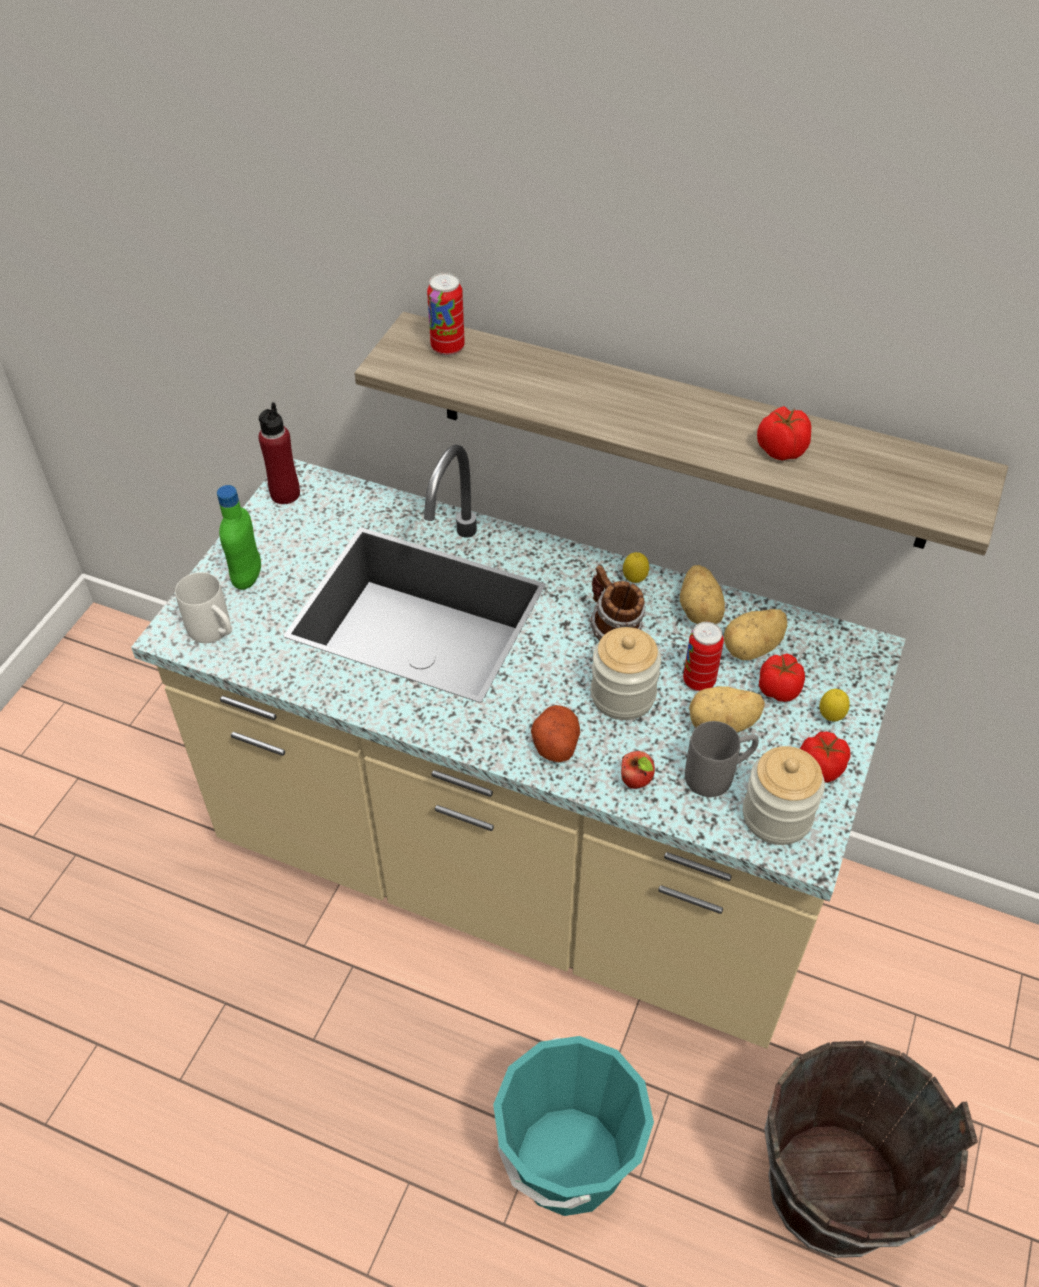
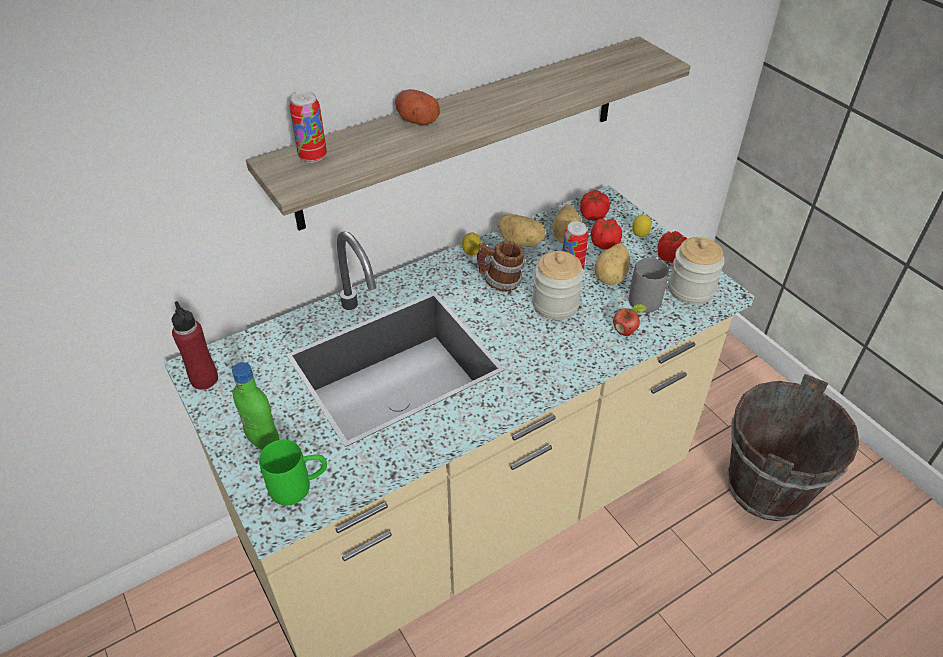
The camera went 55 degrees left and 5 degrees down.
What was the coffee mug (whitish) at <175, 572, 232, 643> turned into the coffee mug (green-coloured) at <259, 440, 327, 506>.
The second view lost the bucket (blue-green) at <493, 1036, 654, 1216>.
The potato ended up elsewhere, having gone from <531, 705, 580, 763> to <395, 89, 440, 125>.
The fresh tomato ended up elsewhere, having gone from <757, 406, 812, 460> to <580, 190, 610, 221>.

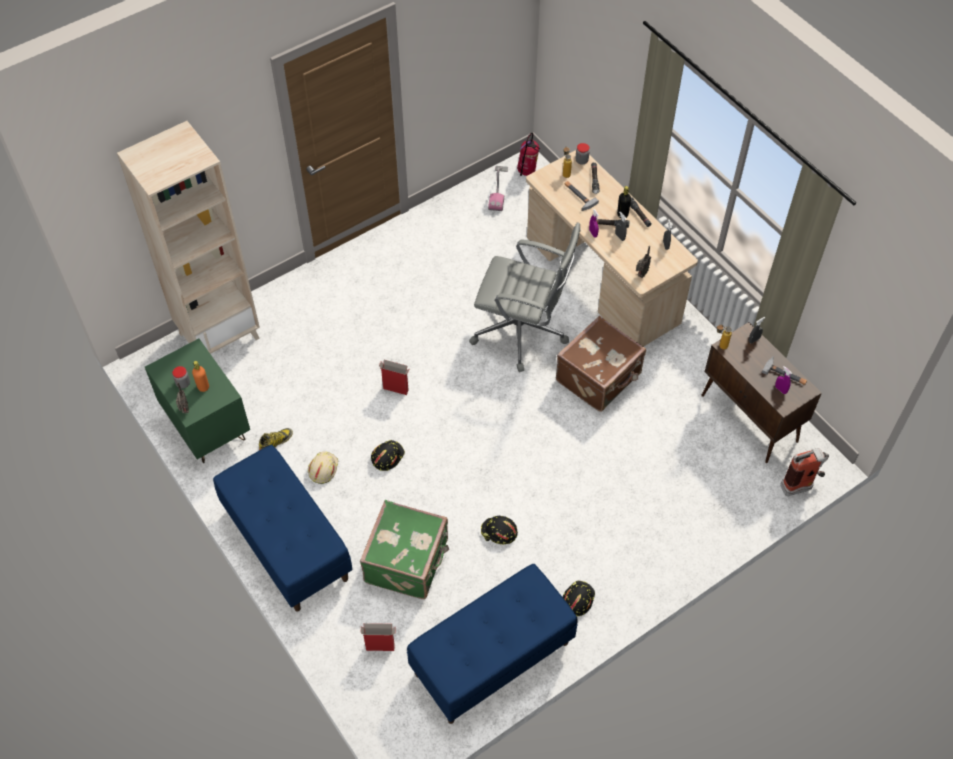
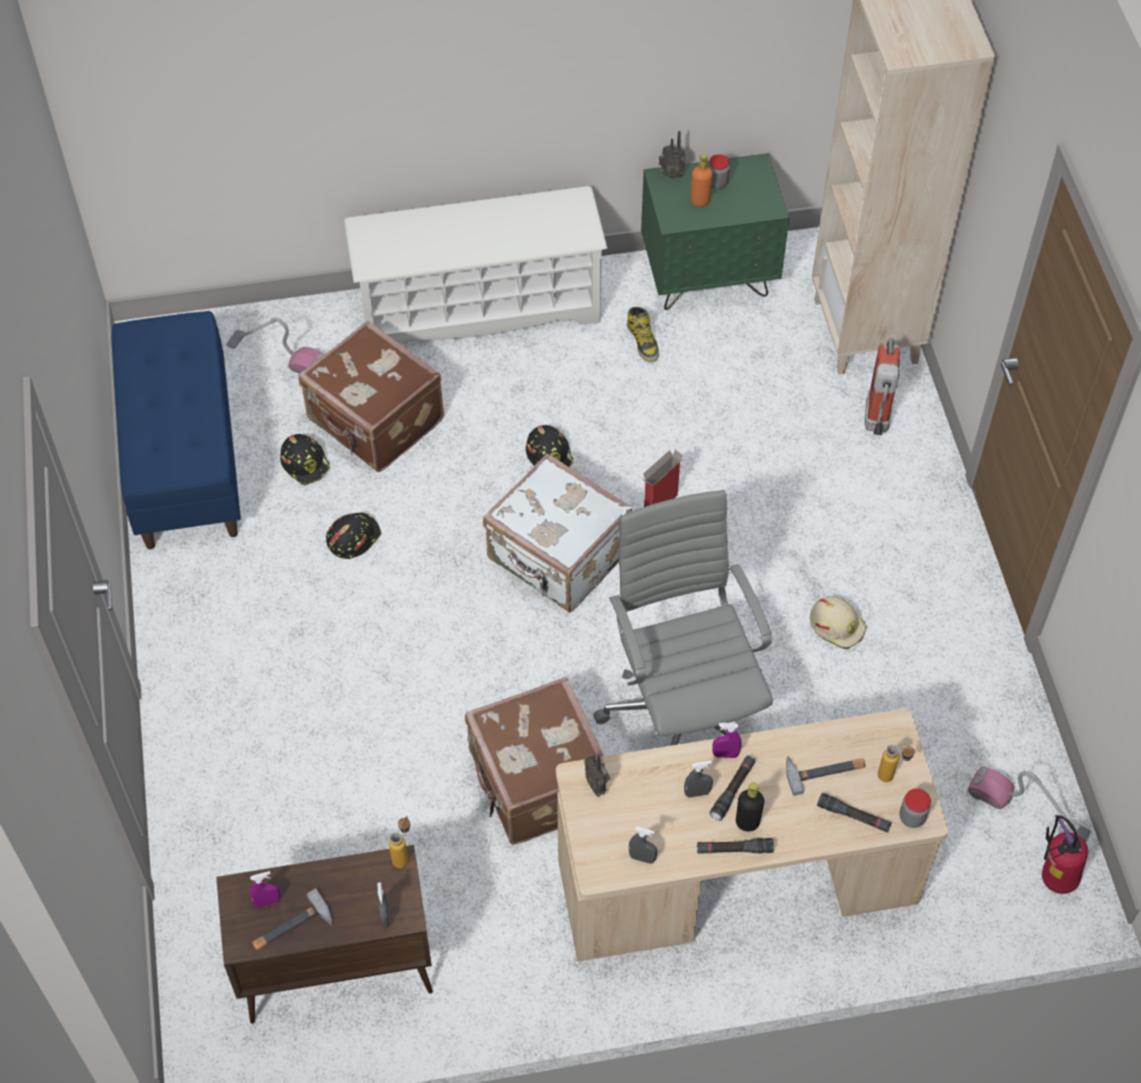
The camera went 115 degrees right and 0 degrees up.
Where the bench (bluish) stood at <213, 445, 352, 612>, the shoe shelf (whitish) came to stand at <344, 186, 608, 344>.
The hard hat (sand-coloured) ended up elsewhere, having gone from <308, 452, 338, 484> to <810, 596, 867, 649>.
What was the suitcase (green-coloured) at <360, 500, 449, 599> turned into the suitcase (brown) at <298, 321, 444, 472>.
Where the packing box stood at <360, 623, 396, 651>, the vacuum cleaner came to stand at <226, 318, 325, 374>.
The desk chair (greyish) at <469, 222, 580, 372> ended up facing another way, 120 degrees clockwise from before.
The hard hat (black-coloured) ended up elsewhere, having gone from <563, 581, 595, 616> to <280, 434, 330, 485>.
The extinguisher ended up elsewhere, having gone from <780, 448, 829, 496> to <864, 338, 900, 435>.
The second view gained the suitcase (whitish) at <483, 453, 632, 612>.

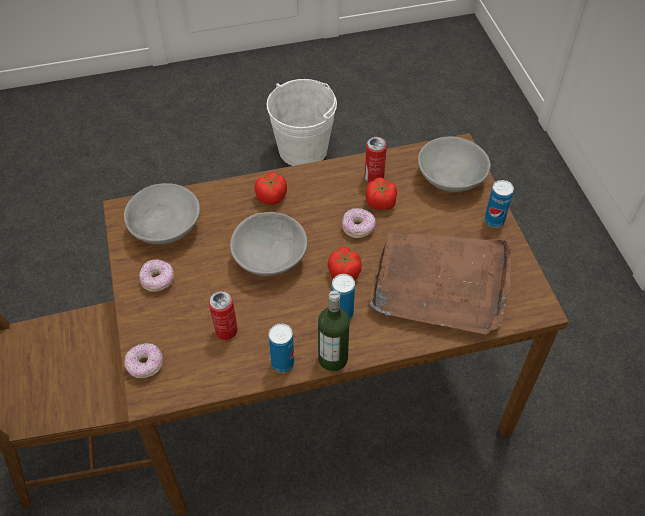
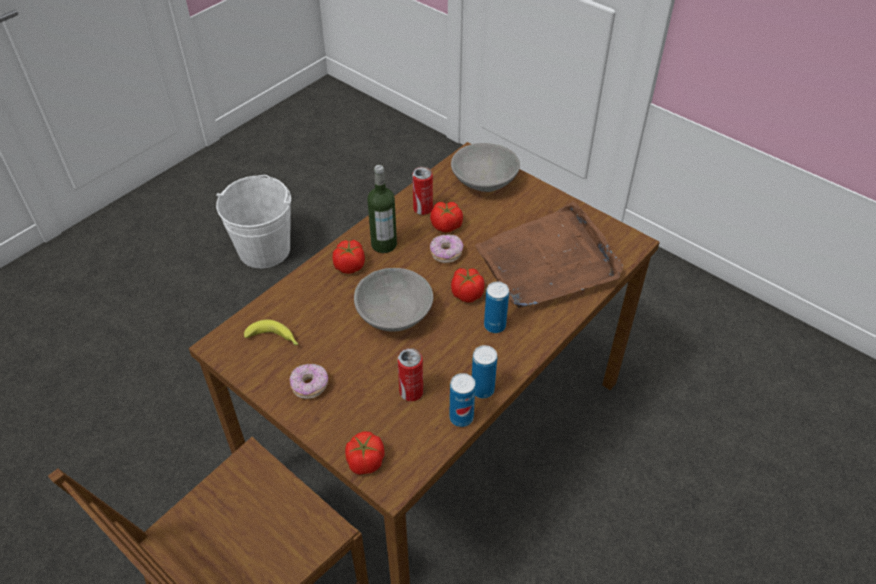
The camera went 35 degrees left and 5 degrees down.
Where the bowl (greyish) stood at <124, 183, 200, 244>, the whole banana came to stand at <244, 320, 299, 346>.
Where the ring doughnut stood at <124, 343, 163, 379>, the fresh tomato came to stand at <345, 431, 385, 475>.
The beverage bottle ended up elsewhere, having gone from <318, 290, 350, 371> to <368, 165, 397, 253>.
The metal can ended up elsewhere, having gone from <484, 180, 514, 228> to <449, 373, 475, 427>.

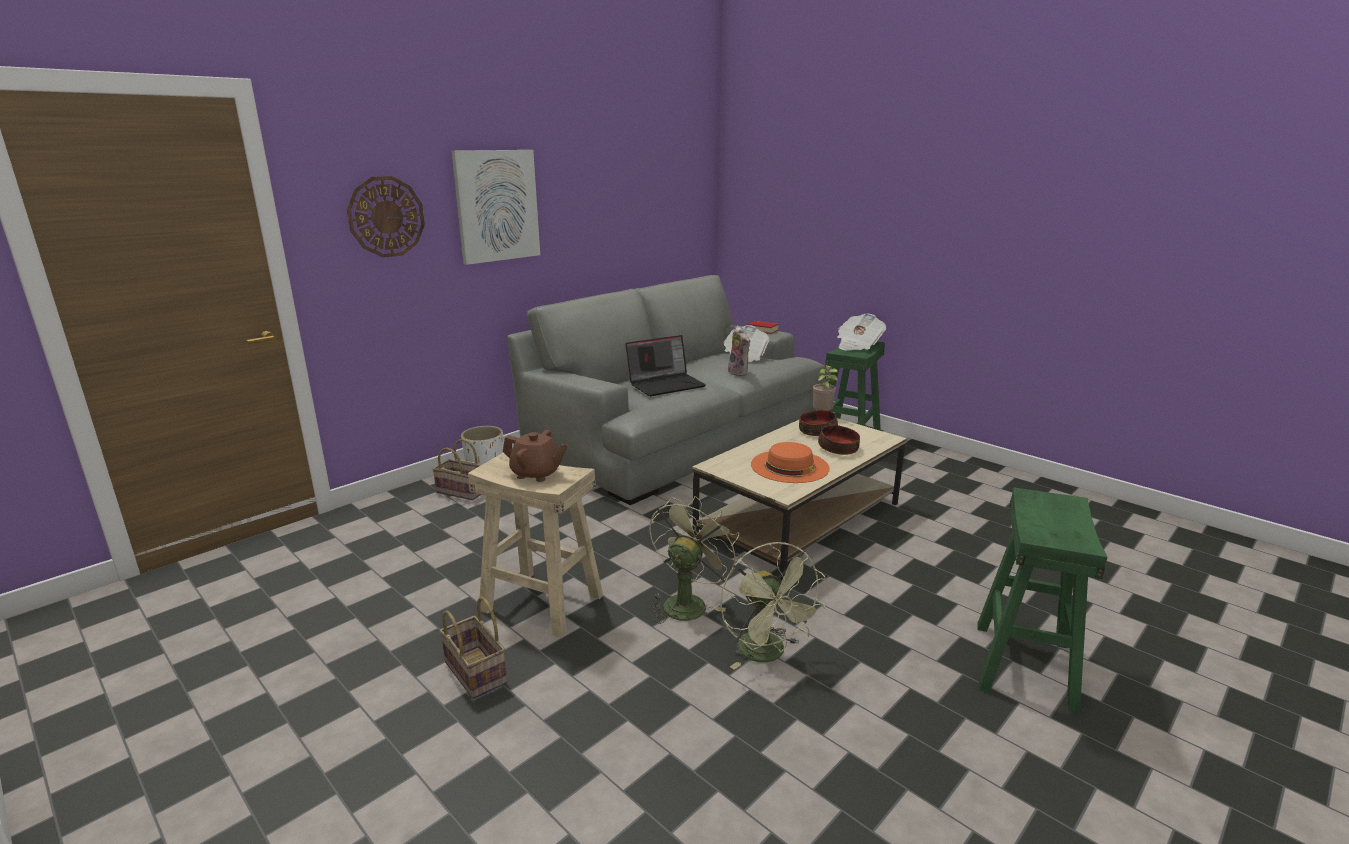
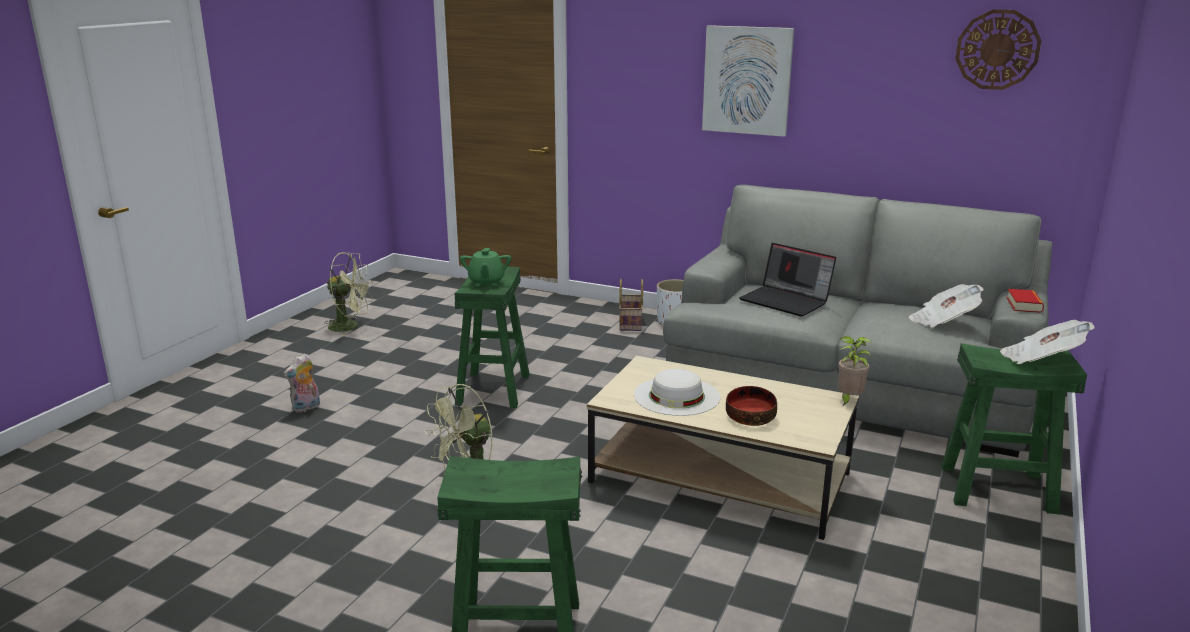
The camera went 70 degrees right and 0 degrees up.
The wall clock ended up elsewhere, having gone from <347, 176, 425, 258> to <955, 10, 1041, 90>.
The second view lost the household basket at <439, 597, 507, 699>.
What was the stool (sand-coloured) at <468, 453, 603, 638> turned into the stool (green-coloured) at <455, 267, 530, 408>.
What was the pot for tea (brown) at <503, 430, 568, 482> turned into the pot for tea (green-coloured) at <460, 248, 511, 286>.
The electric fan (green-coloured) ended up elsewhere, having gone from <648, 496, 741, 624> to <324, 252, 373, 337>.
The soft toy ended up elsewhere, having gone from <728, 326, 750, 376> to <283, 354, 320, 413>.
What was the wearable hat (orange-coloured) at <751, 442, 830, 483> turned into the wearable hat (whitish) at <634, 369, 720, 416>.
The second view lost the bowl at <799, 410, 838, 436>.

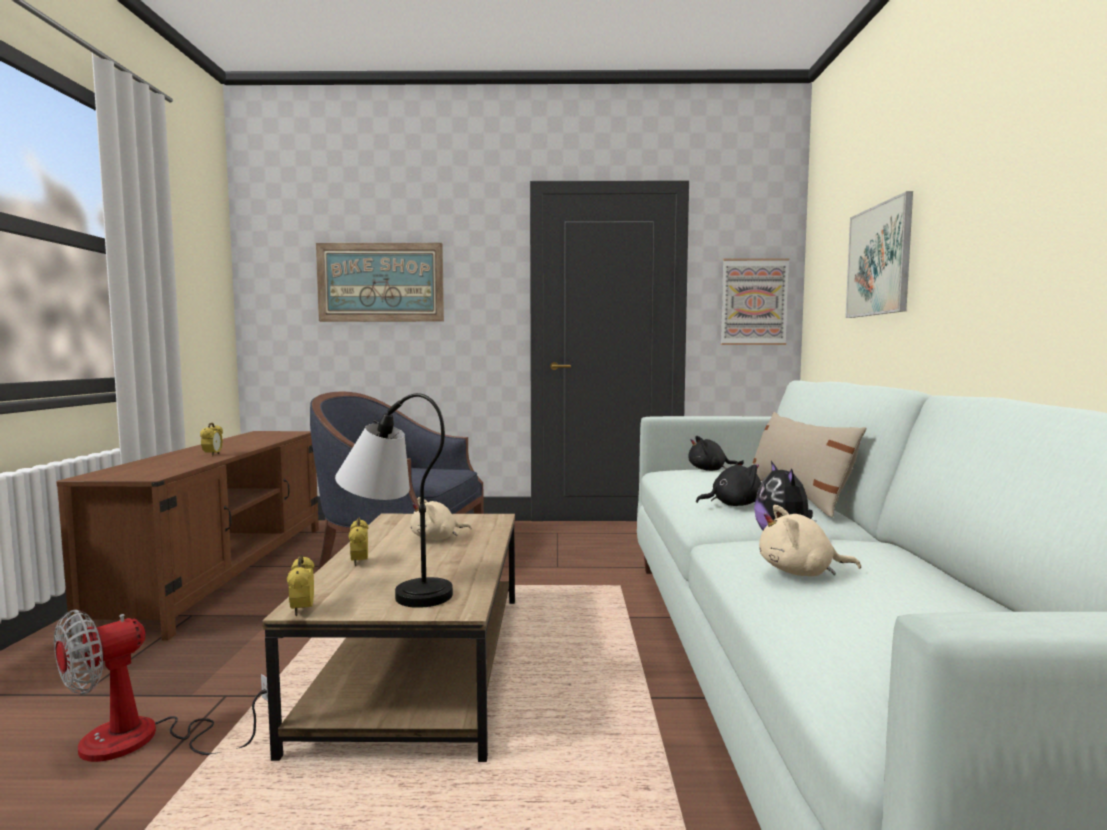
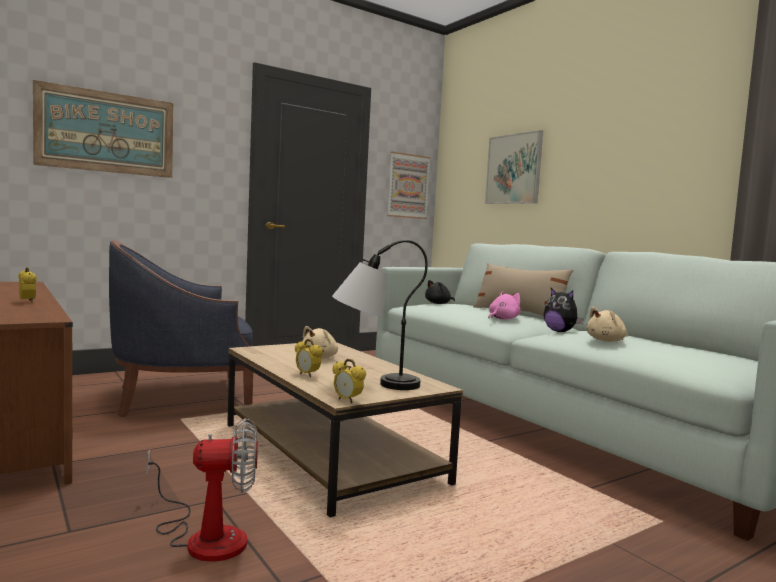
The camera went 35 degrees left and 0 degrees up.
The electric fan at <54, 610, 268, 762> ended up facing another way, 105 degrees counterclockwise from before.
What was the soft toy (black-coloured) at <696, 460, 761, 506> turned into the soft toy (pinkish) at <488, 291, 521, 320>.

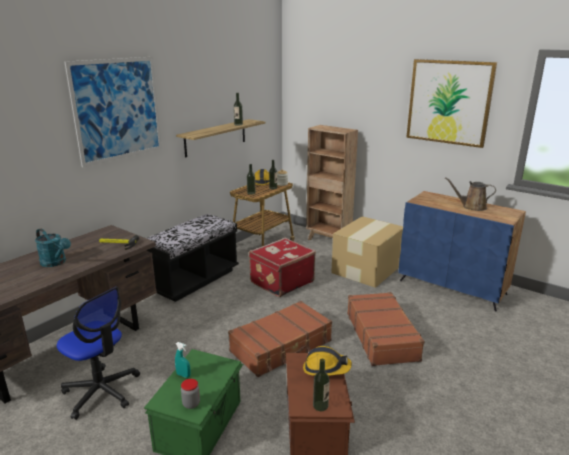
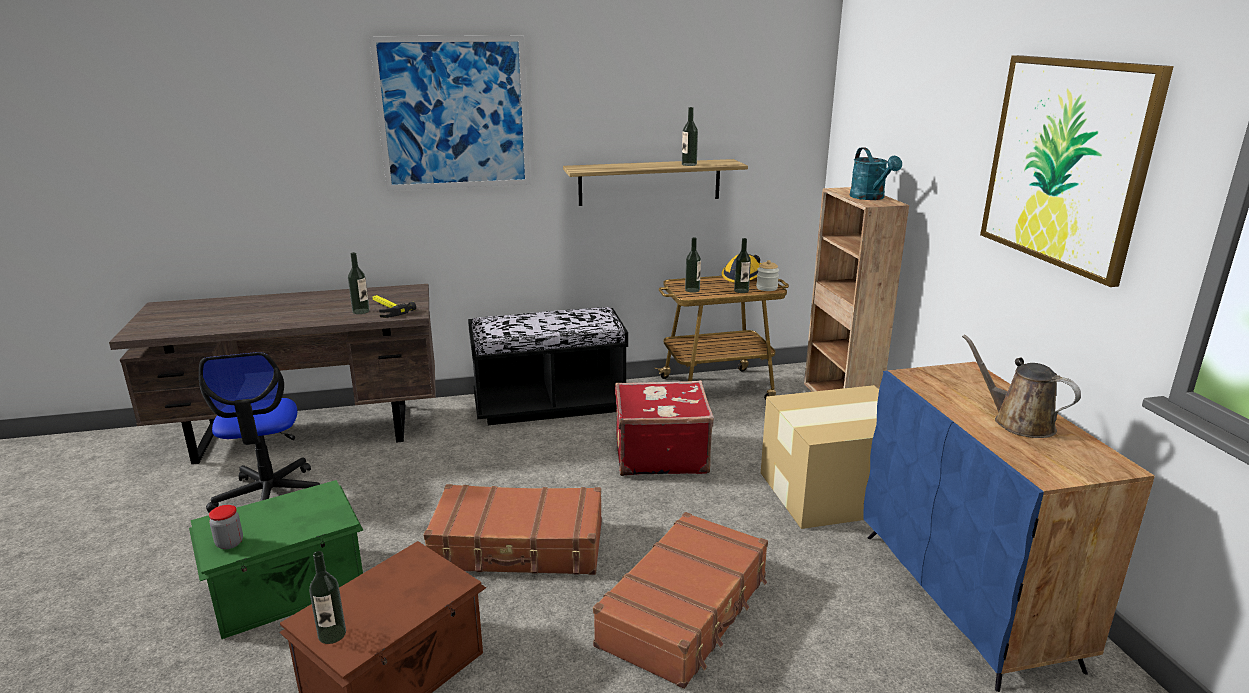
The camera went 40 degrees right and 0 degrees up.
The watering pot (blue-green) ended up elsewhere, having gone from <35, 228, 71, 267> to <850, 147, 902, 200>.
The second view lost the hand sprayer (blue-green) at <175, 342, 190, 378>.
The second view lost the hard hat at <303, 346, 352, 376>.
The second view gained the beverage bottle at <348, 252, 370, 314>.

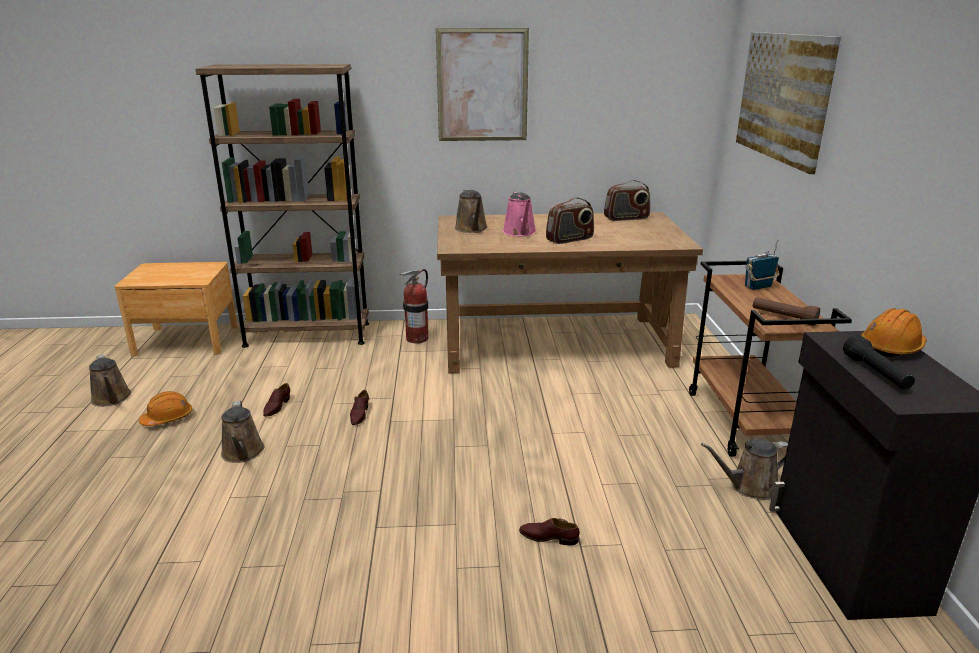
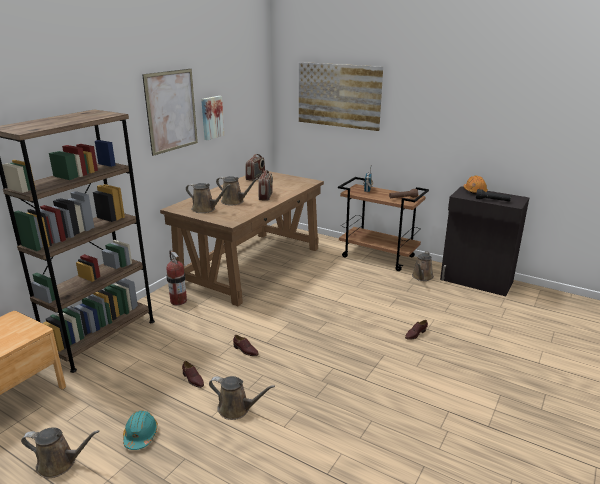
The camera went 55 degrees left and 0 degrees up.
What was the hard hat (orange-coloured) at <139, 391, 192, 426> turned into the hard hat (blue-green) at <123, 410, 158, 450>.
What was the watering pot (pinkish) at <503, 192, 536, 236> turned into the watering pot (brown) at <216, 176, 259, 205>.
The second view gained the picture at <201, 96, 224, 140>.

